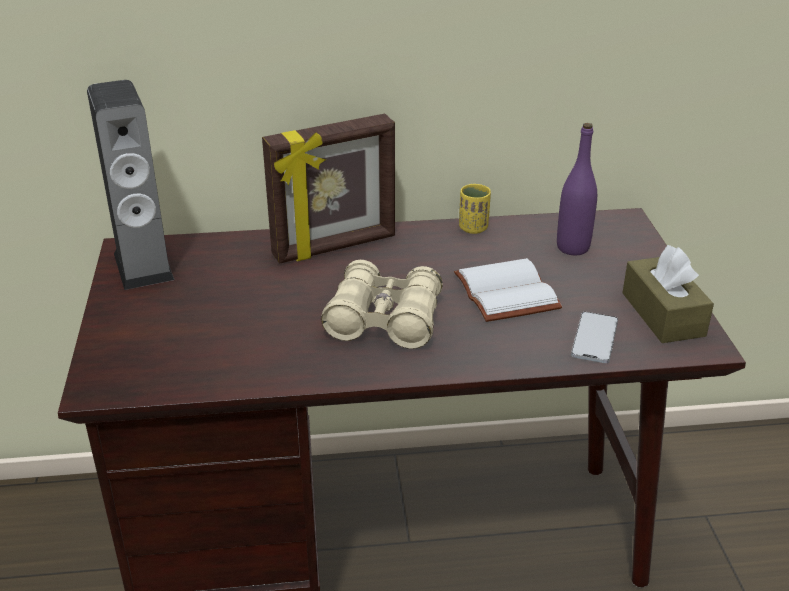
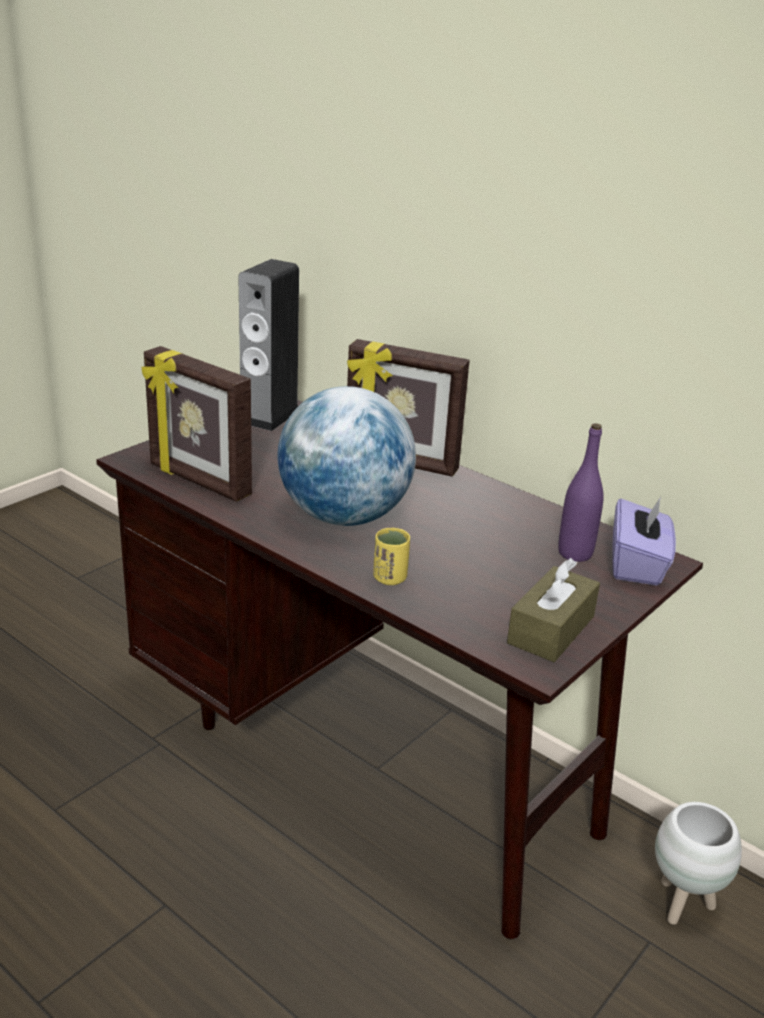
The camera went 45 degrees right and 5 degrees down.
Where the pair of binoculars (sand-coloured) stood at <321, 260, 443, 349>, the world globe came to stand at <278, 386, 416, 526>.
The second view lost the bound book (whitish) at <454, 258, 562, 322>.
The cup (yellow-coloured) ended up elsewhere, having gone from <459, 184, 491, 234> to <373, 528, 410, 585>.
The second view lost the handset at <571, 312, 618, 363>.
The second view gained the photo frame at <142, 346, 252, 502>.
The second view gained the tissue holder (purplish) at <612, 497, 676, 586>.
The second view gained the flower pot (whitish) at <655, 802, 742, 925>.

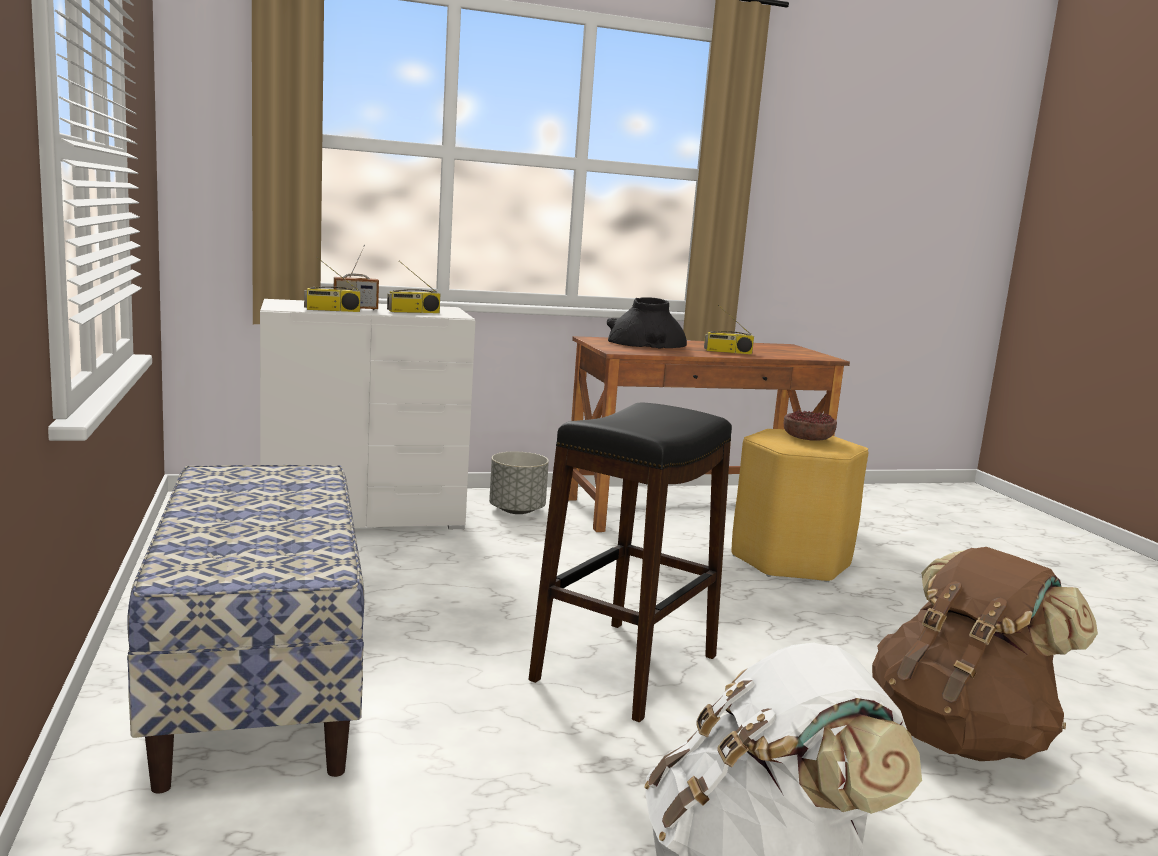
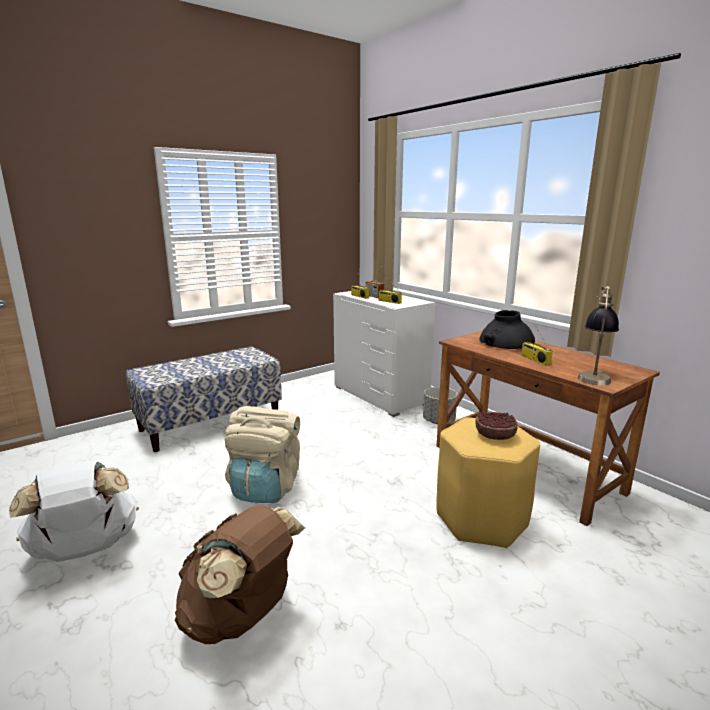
The camera went 70 degrees right and 5 degrees up.
Where the stool (black-coloured) stood at <528, 403, 732, 722>, the rucksack (sand-coloured) came to stand at <225, 406, 300, 503>.
The second view gained the table lamp at <577, 286, 619, 386>.

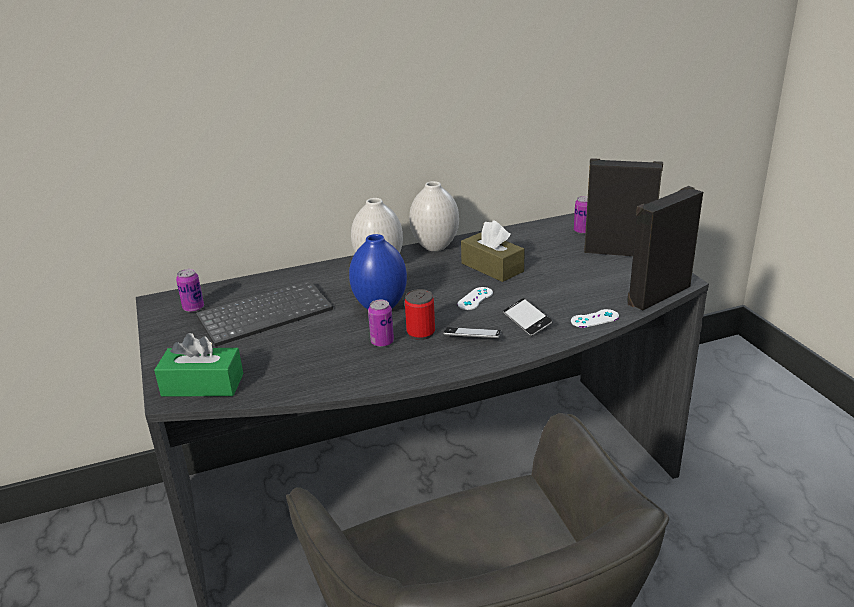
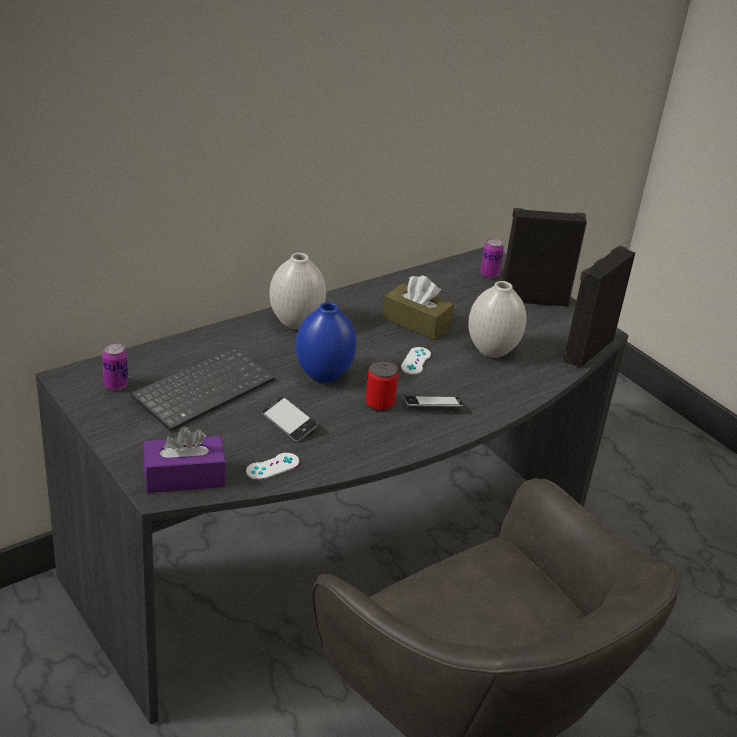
The camera went 20 degrees left and 5 degrees up.
What was the tissue holder (green-coloured) at <154, 333, 243, 396> turned into the tissue holder (purplish) at <143, 426, 226, 493>.
The second view lost the metal can at <368, 300, 394, 347>.
The flower vase (whitish) ended up elsewhere, having gone from <409, 181, 459, 251> to <468, 281, 527, 358>.
The handset ended up elsewhere, having gone from <503, 298, 553, 336> to <262, 396, 318, 442>.
The gamepad (whitish) ended up elsewhere, having gone from <571, 309, 619, 328> to <246, 453, 299, 480>.

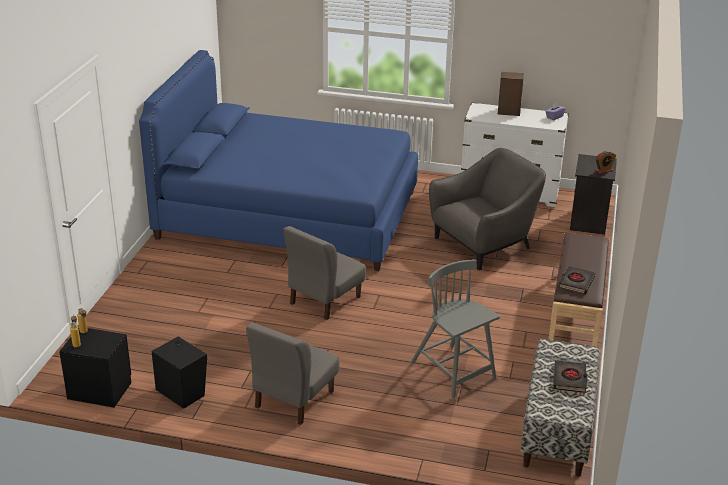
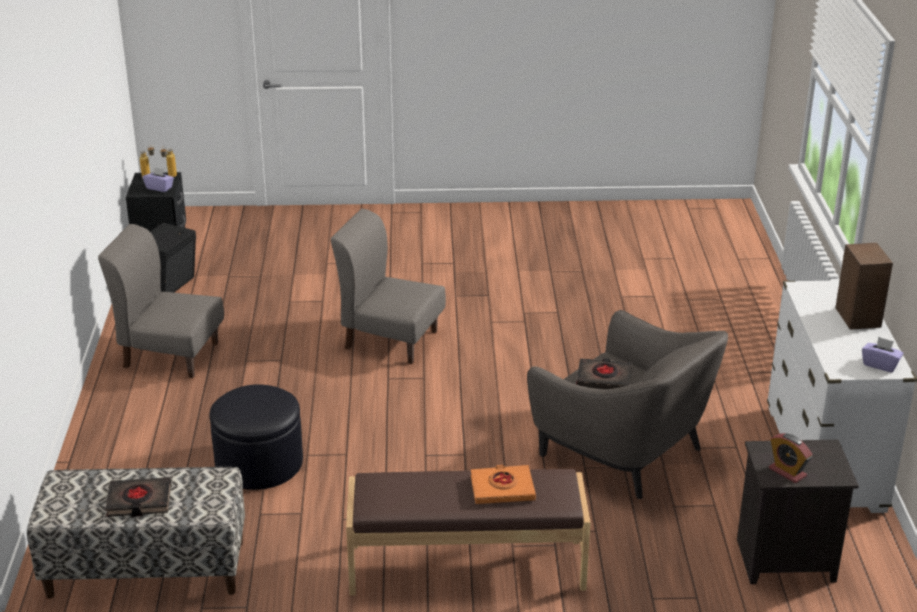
The camera went 75 degrees right and 0 degrees up.
The second view lost the bedroom bed (bluish) at <139, 50, 418, 271>.
Where the plain chair (greyish) stood at <411, 259, 500, 399>, the pouffe (black-coloured) came to stand at <210, 384, 303, 490>.
The bound book (black-coloured) ended up elsewhere, having gone from <559, 266, 595, 294> to <576, 358, 632, 389>.
The second view gained the tissue holder (purplish) at <142, 167, 174, 192>.
The second view gained the bound book (orange-coloured) at <471, 465, 536, 504>.

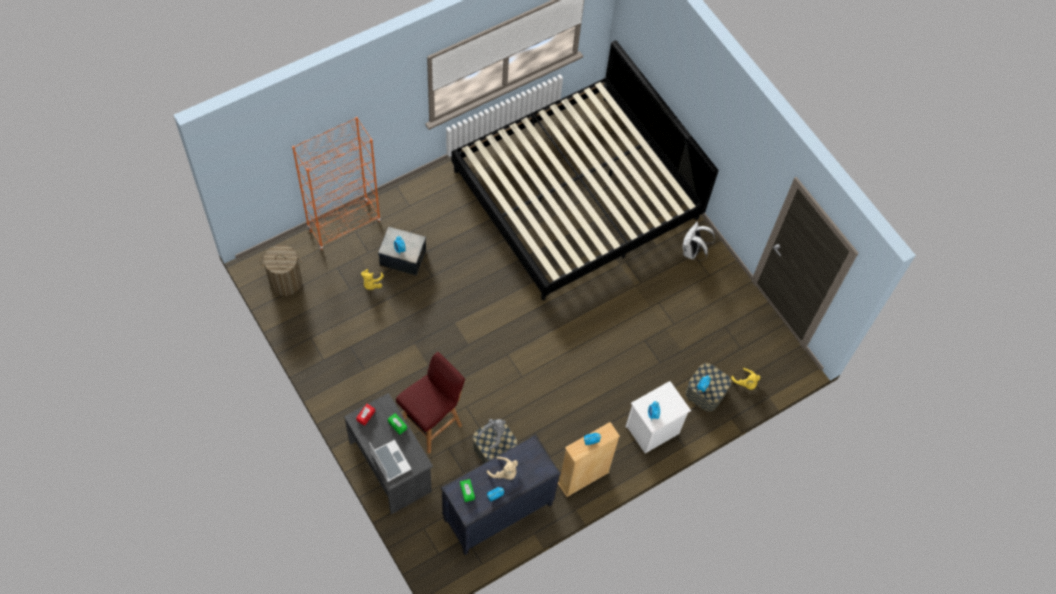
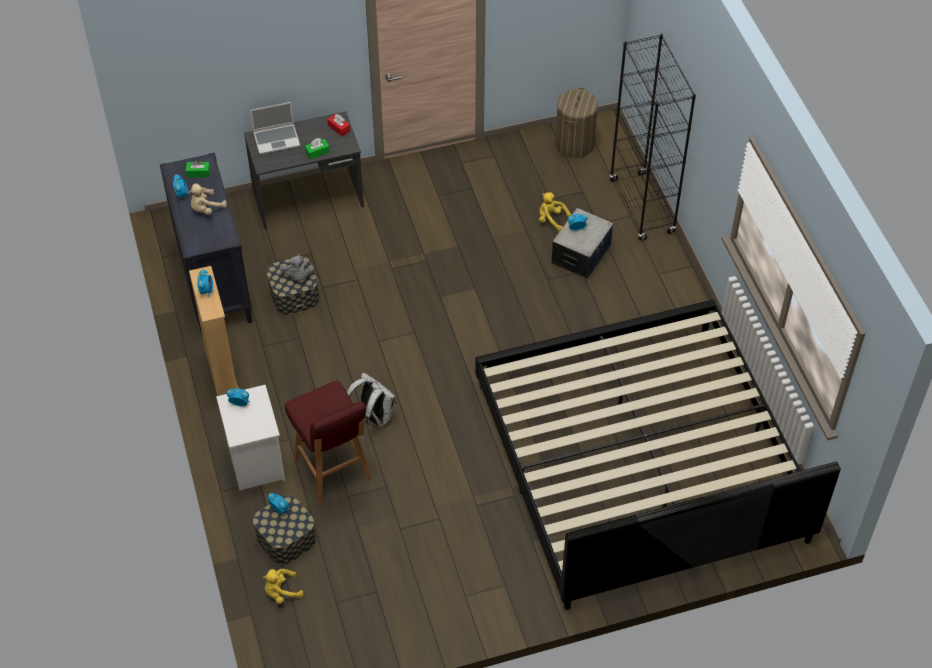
The camera went 110 degrees right and 10 degrees down.
What was the bookcase (orange-coloured) at <292, 117, 381, 250> turned into the bookcase (black-coloured) at <609, 34, 696, 241>.
The stool (red) ended up elsewhere, having gone from <396, 352, 465, 454> to <285, 381, 372, 504>.
The rucksack (whitish) ended up elsewhere, having gone from <682, 222, 715, 260> to <347, 373, 397, 427>.

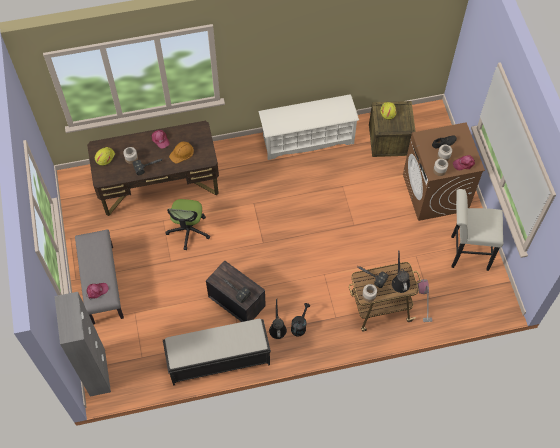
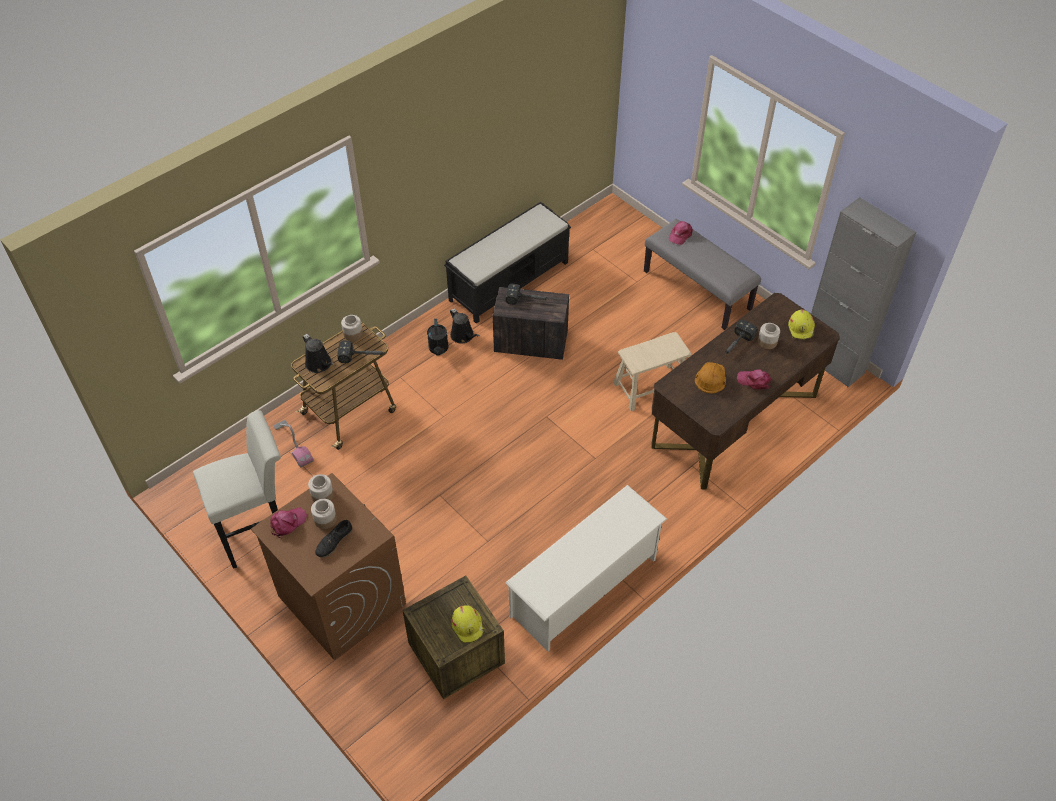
The camera went 150 degrees right and 10 degrees down.
The cupboard (greyish) ended up elsewhere, having gone from <55, 292, 111, 397> to <811, 197, 916, 387>.
Where the desk chair stood at <166, 199, 210, 250>, the stool (sand-coloured) came to stand at <613, 332, 691, 411>.

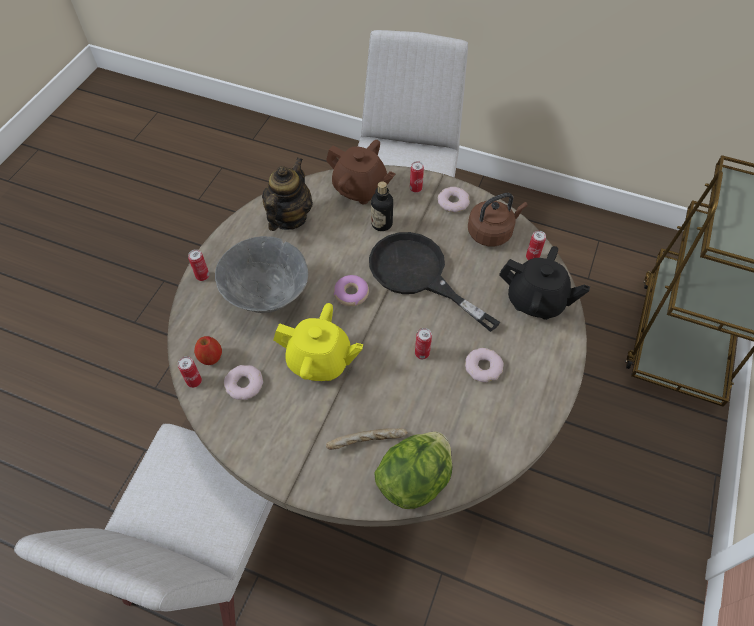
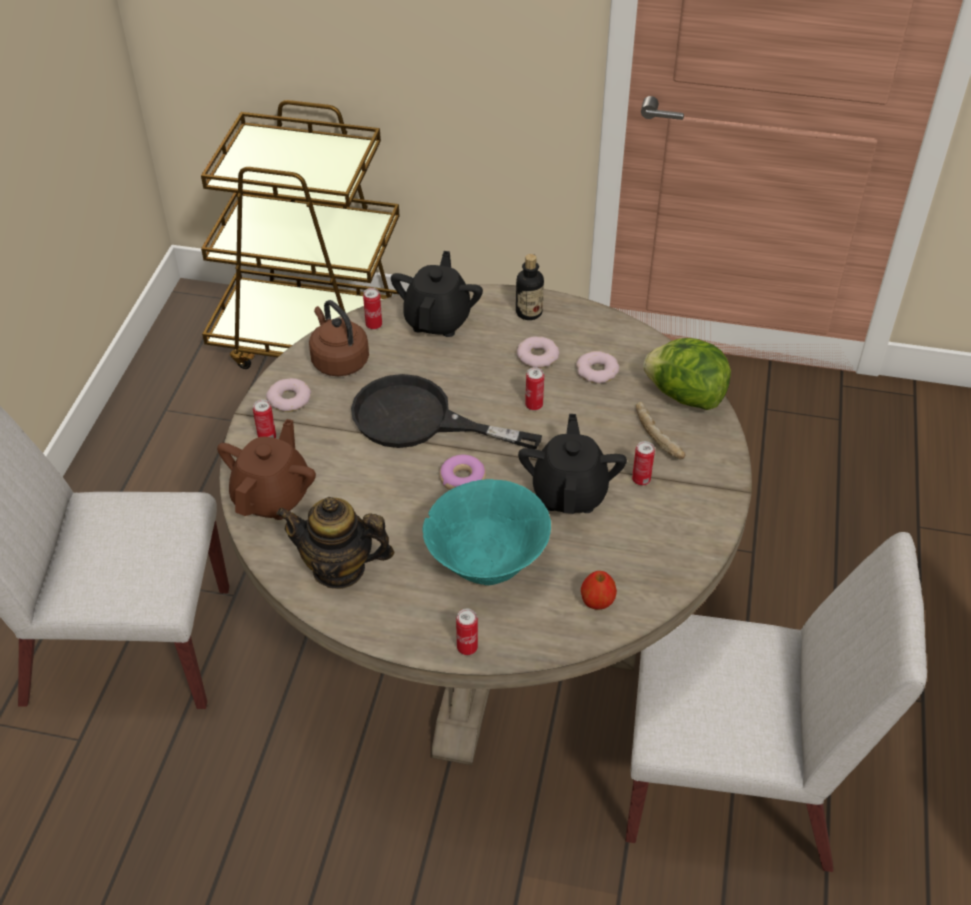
The camera went 100 degrees left and 10 degrees down.
The metal can ended up elsewhere, having gone from <178, 356, 202, 388> to <632, 441, 655, 486>.
What was the bowl (greyish) at <215, 236, 308, 313> turned into the bowl (blue-green) at <423, 479, 551, 585>.
The ring doughnut ended up elsewhere, having gone from <224, 365, 263, 400> to <576, 351, 619, 384>.
What was the pot for tea (yellow-coloured) at <274, 303, 363, 381> turned into the pot for tea (black-coloured) at <518, 414, 627, 514>.
The frying pan (black-coloured) at <369, 232, 500, 332> ended up facing another way, 75 degrees clockwise from before.
The beverage bottle ended up elsewhere, having gone from <371, 181, 393, 231> to <516, 254, 544, 320>.

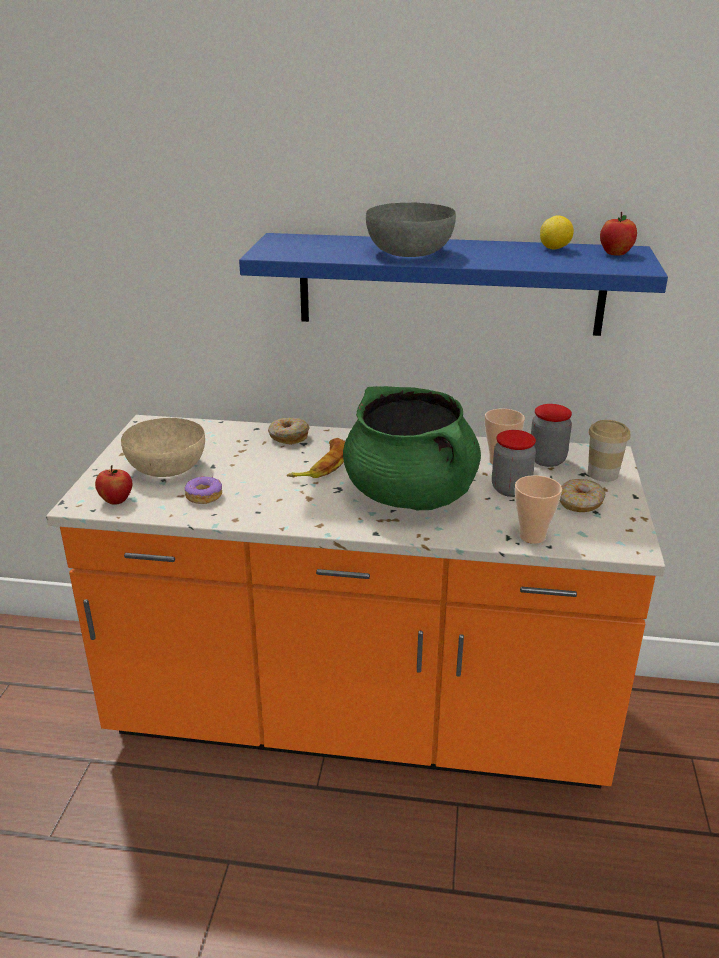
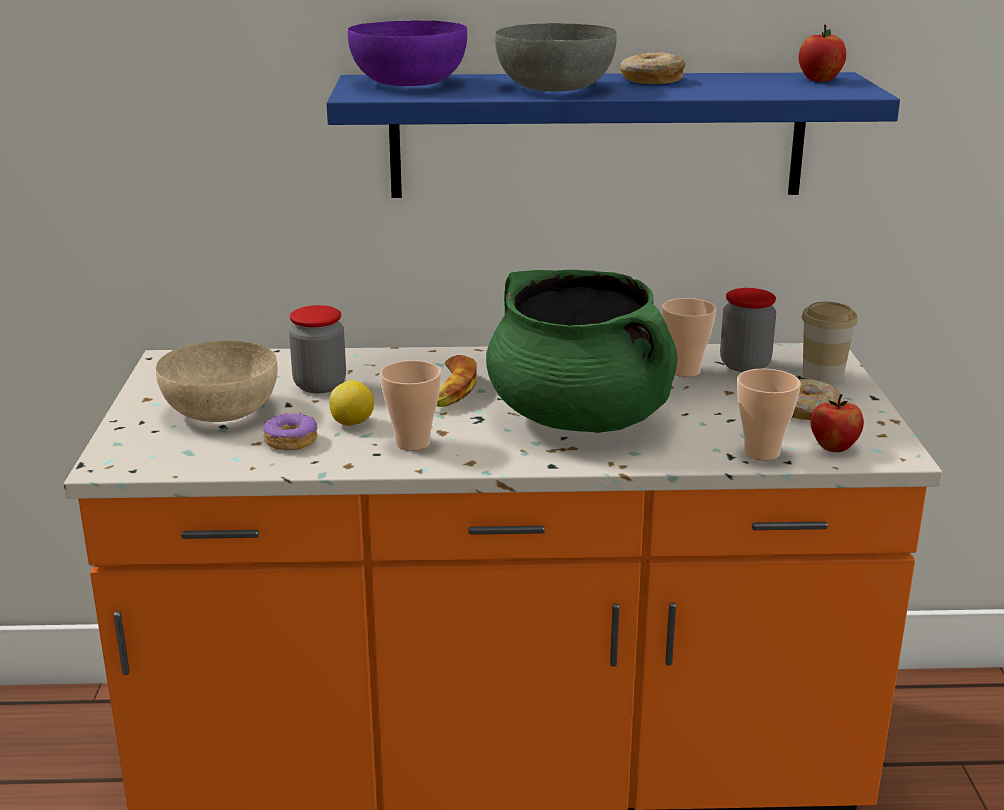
The camera went 10 degrees left and 5 degrees down.
The apple ended up elsewhere, having gone from <95, 465, 132, 505> to <810, 394, 864, 452>.
The ring doughnut ended up elsewhere, having gone from <268, 418, 310, 445> to <620, 52, 686, 84>.
The jar ended up elsewhere, having gone from <492, 430, 536, 497> to <289, 305, 346, 393>.
The whole lemon ended up elsewhere, having gone from <540, 215, 574, 249> to <329, 380, 374, 426>.
The second view gained the bowl (purplish) at <348, 21, 467, 86>.
The second view gained the cup at <380, 360, 441, 451>.

